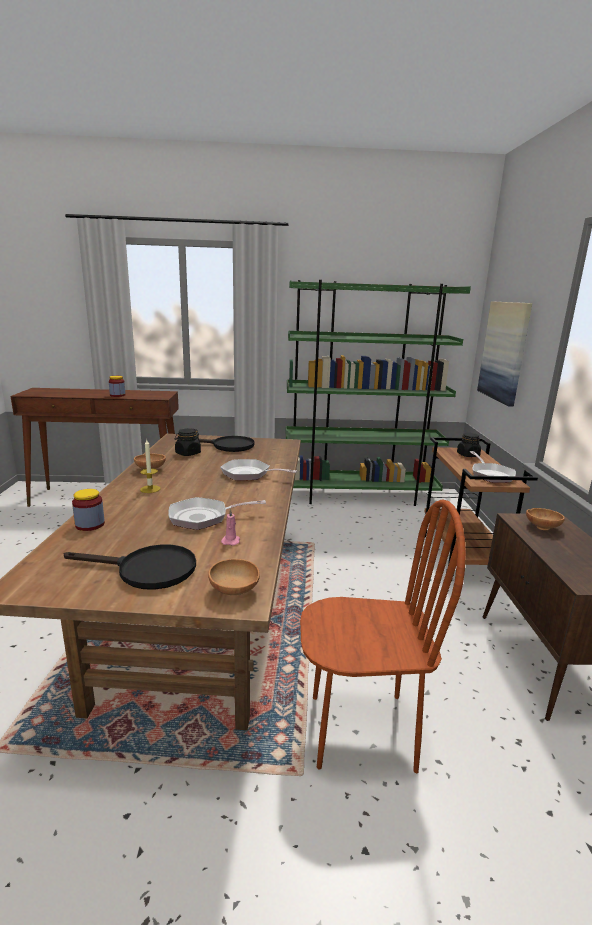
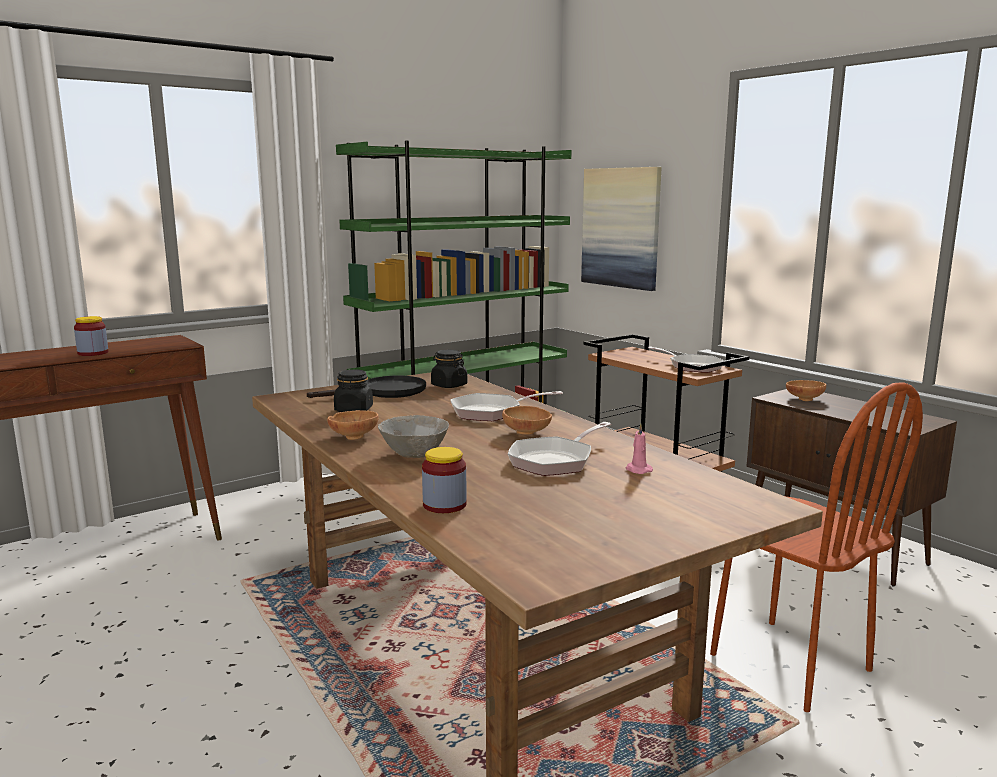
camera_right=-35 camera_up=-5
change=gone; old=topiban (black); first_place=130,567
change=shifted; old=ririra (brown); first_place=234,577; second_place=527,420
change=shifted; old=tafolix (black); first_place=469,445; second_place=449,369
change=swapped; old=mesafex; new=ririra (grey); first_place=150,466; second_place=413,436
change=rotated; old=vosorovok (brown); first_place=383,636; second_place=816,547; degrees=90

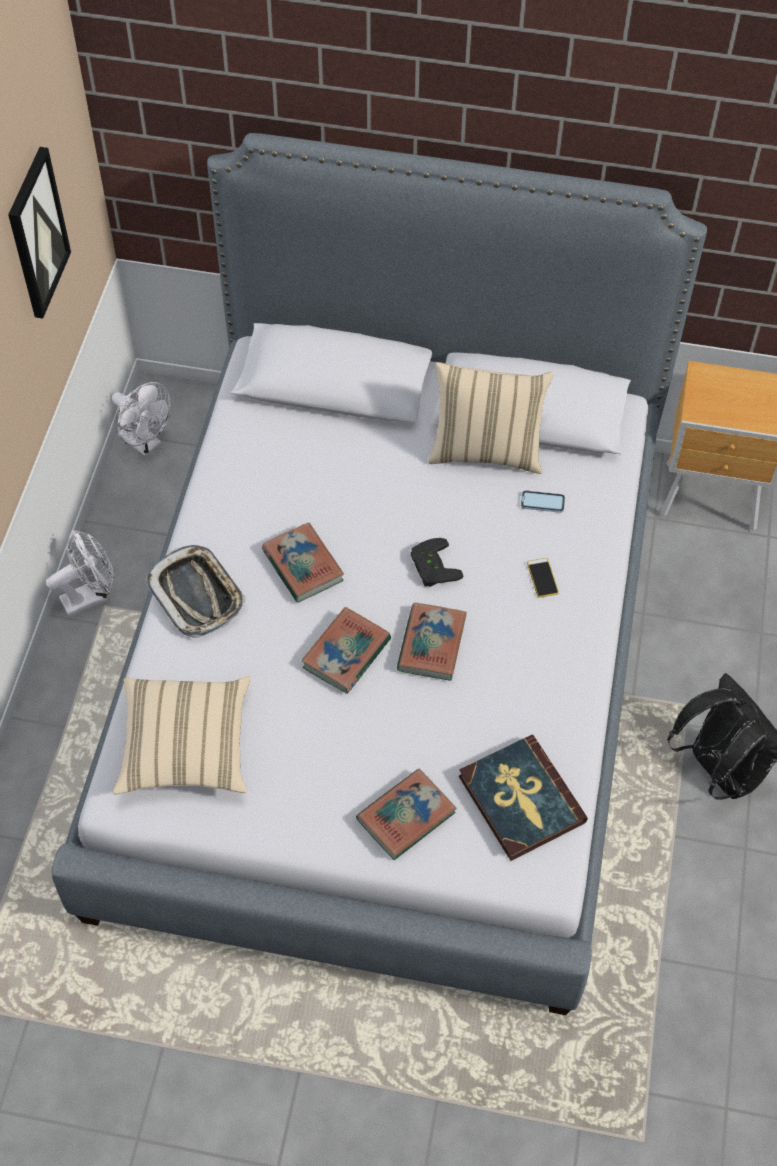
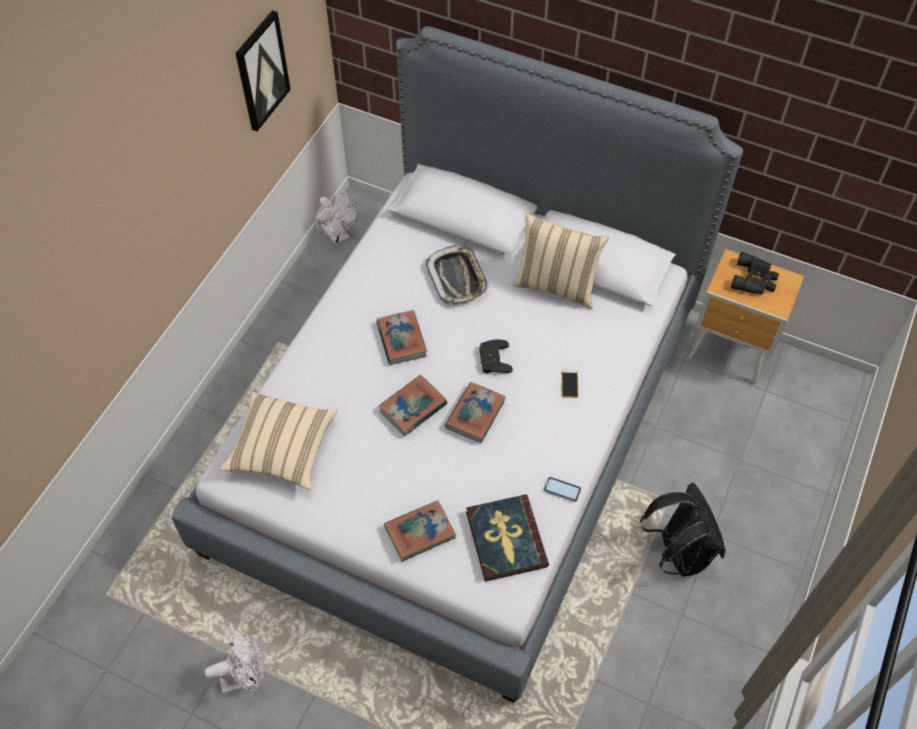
camera_right=15 camera_up=0
change=new; new=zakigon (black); second_place=755,273
change=shifted; old=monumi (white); first_place=80,573; second_place=234,662
change=shifted; old=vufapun; first_place=195,591; second_place=457,275
change=shifted; old=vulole; first_place=543,501; second_place=562,489

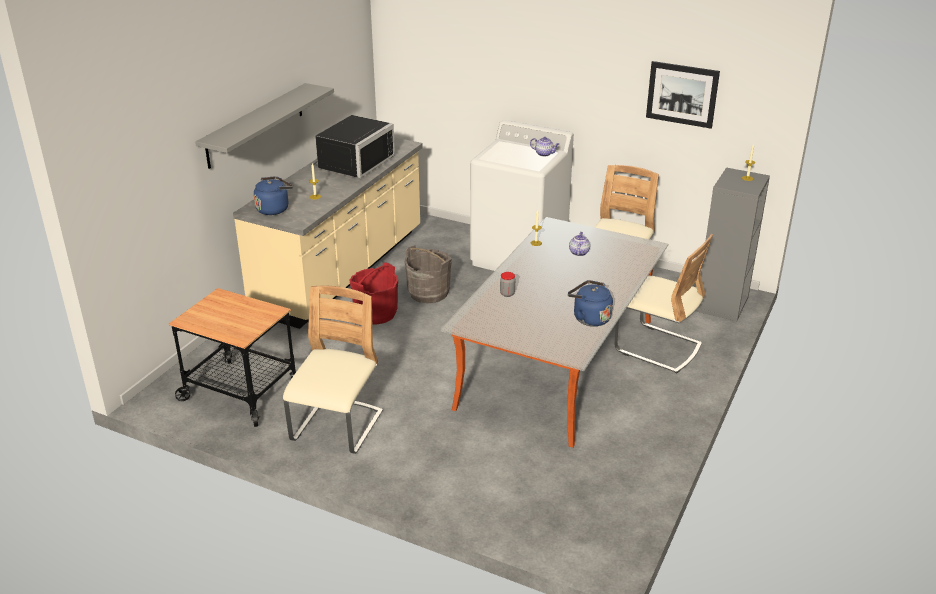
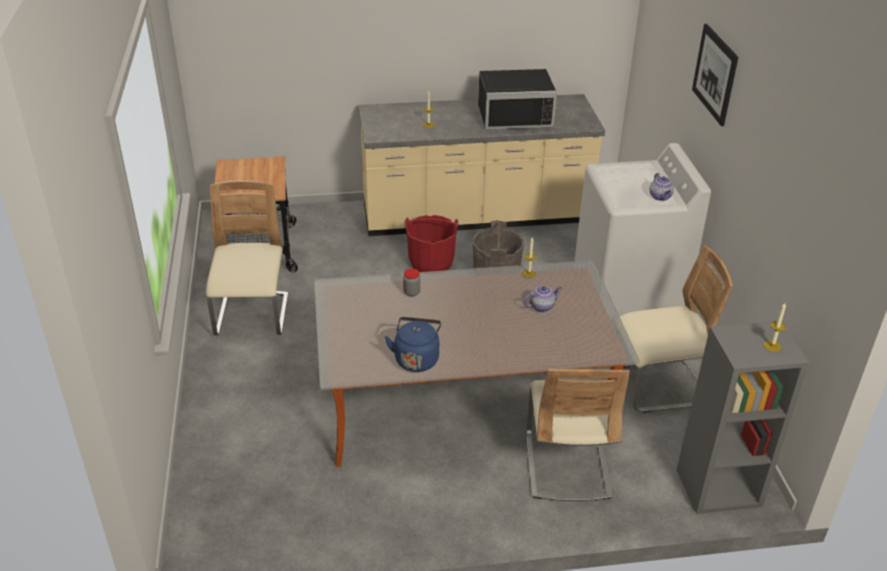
camera_right=55 camera_up=5
change=gone; old=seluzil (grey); first_place=264,126
change=gone; old=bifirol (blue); first_place=273,195
change=shifted; old=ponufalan; first_place=683,95; second_place=715,75
change=rotated; old=vosorovok (beige); first_place=333,370; second_place=247,257; degrees=-75

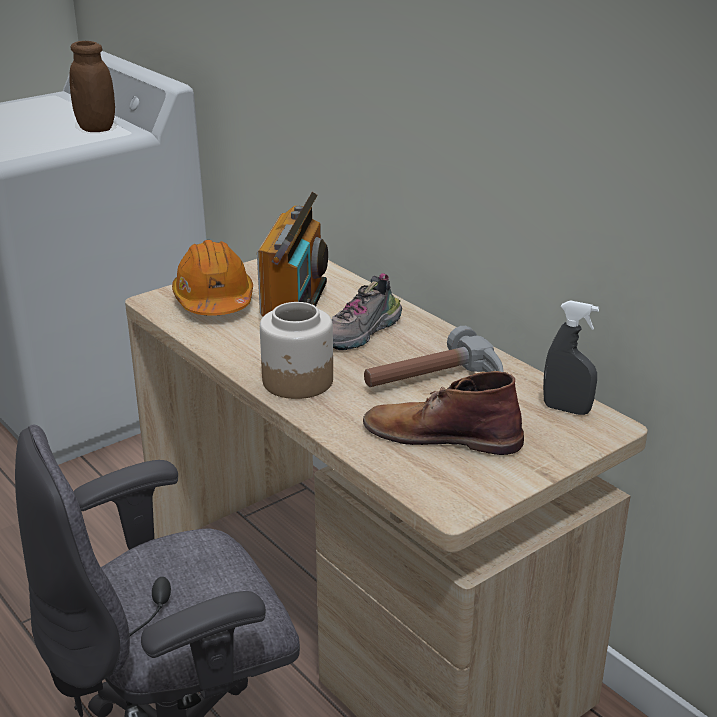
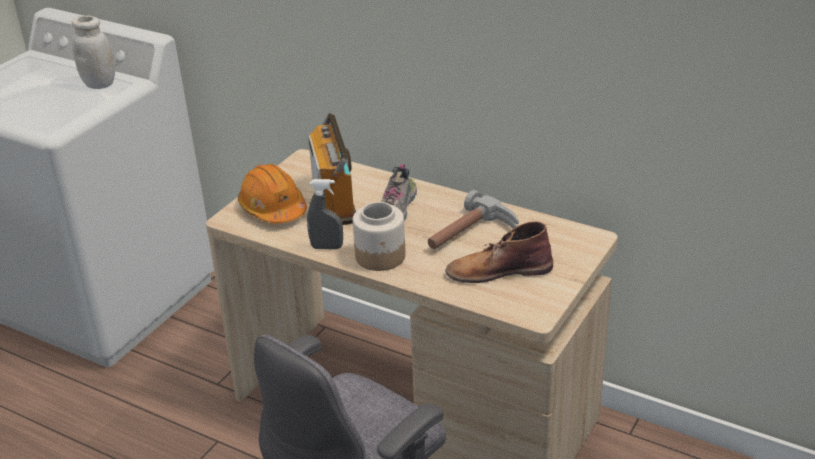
camera_right=-20 camera_up=5
change=shifted; old=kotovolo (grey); first_place=571,357; second_place=325,214
change=repainted; old=tafolix (brown); new=tafolix (white); first_place=92,86; second_place=93,52

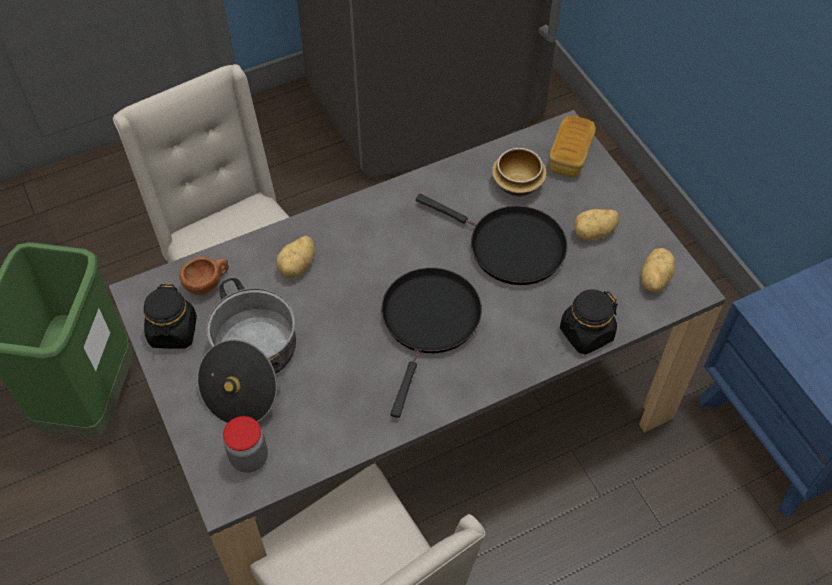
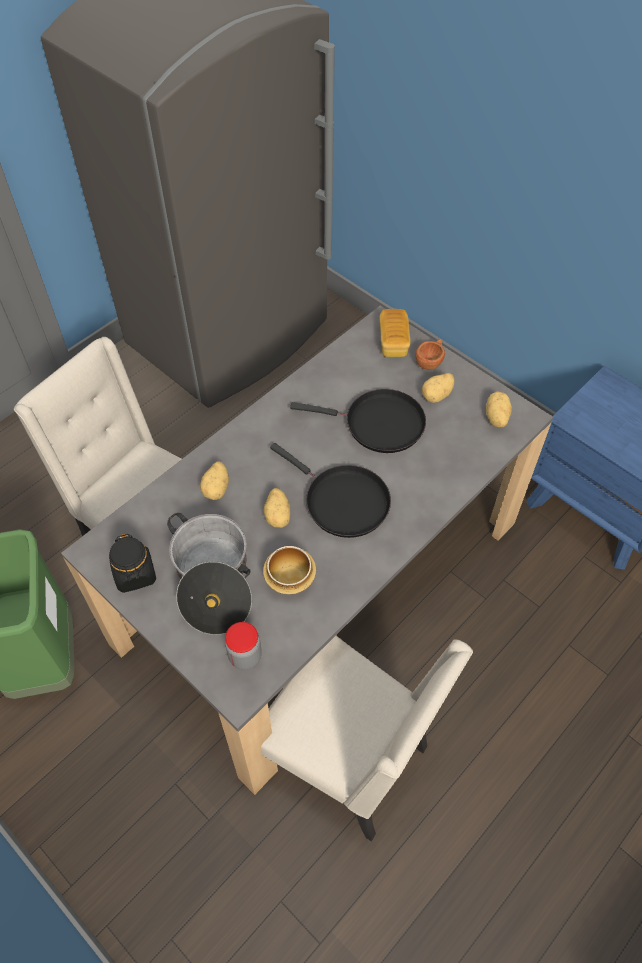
camera_right=-20 camera_up=0
change=gone; old=tafolix (black); first_place=589,322
change=new; new=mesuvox; second_place=276,508
change=shifted; old=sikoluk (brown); first_place=204,276; second_place=430,354
change=shifted; old=ririra; first_place=519,172; second_place=289,570
change=rotated; old=topiban (black); first_place=431,343; second_place=330,490; degrees=135

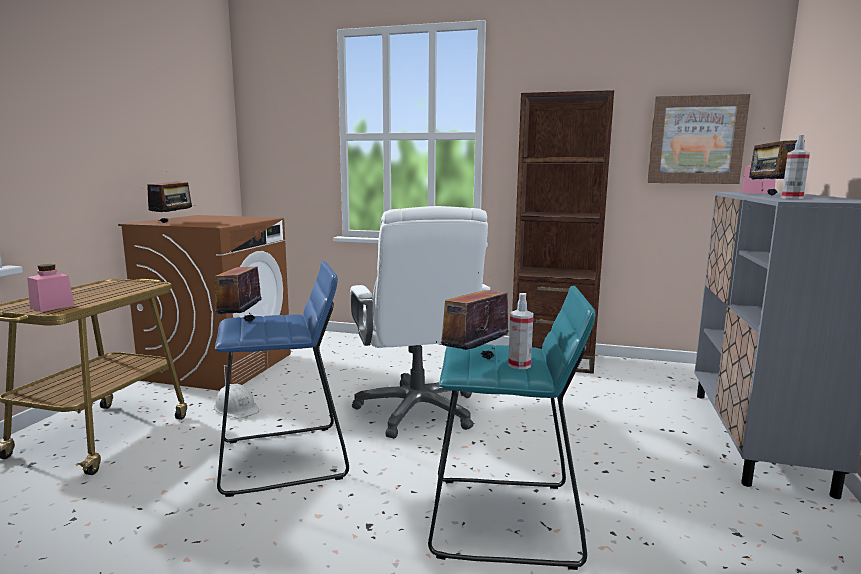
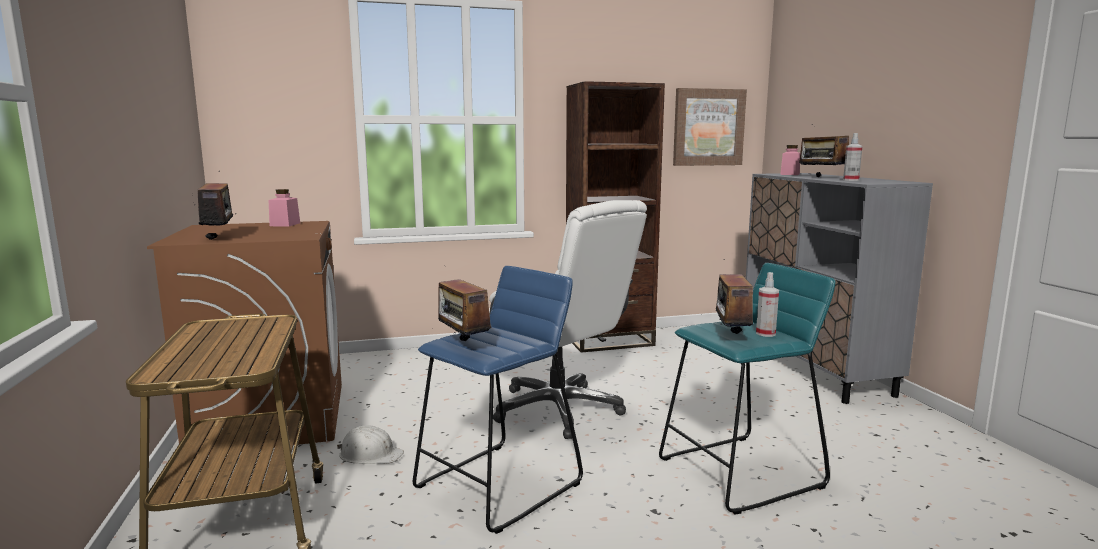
camera_right=-30 camera_up=0
change=shifted; old=tafolix (pink); first_place=50,288; second_place=284,208

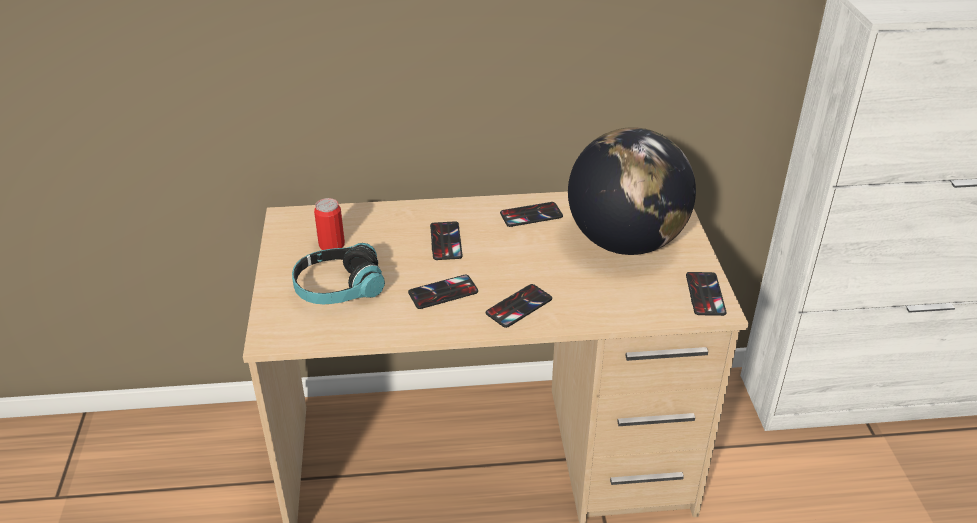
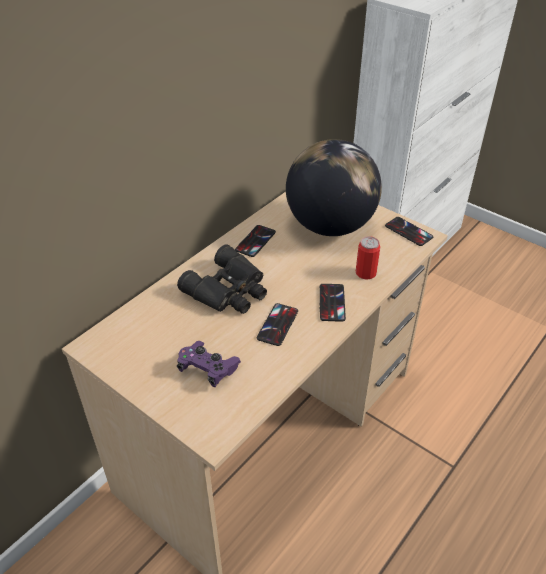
camera_right=-45 camera_up=5
change=shifted; old=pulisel; first_place=329,224; second_place=368,257
change=swapped; old=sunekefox; new=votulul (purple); first_place=338,273; second_place=209,364
change=swapped; old=vulole; new=zakigon (black); first_place=446,240; second_place=222,279

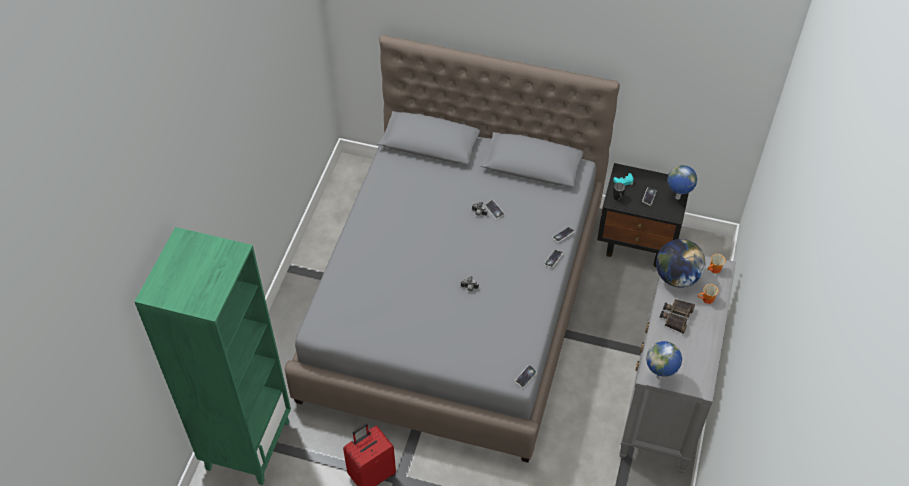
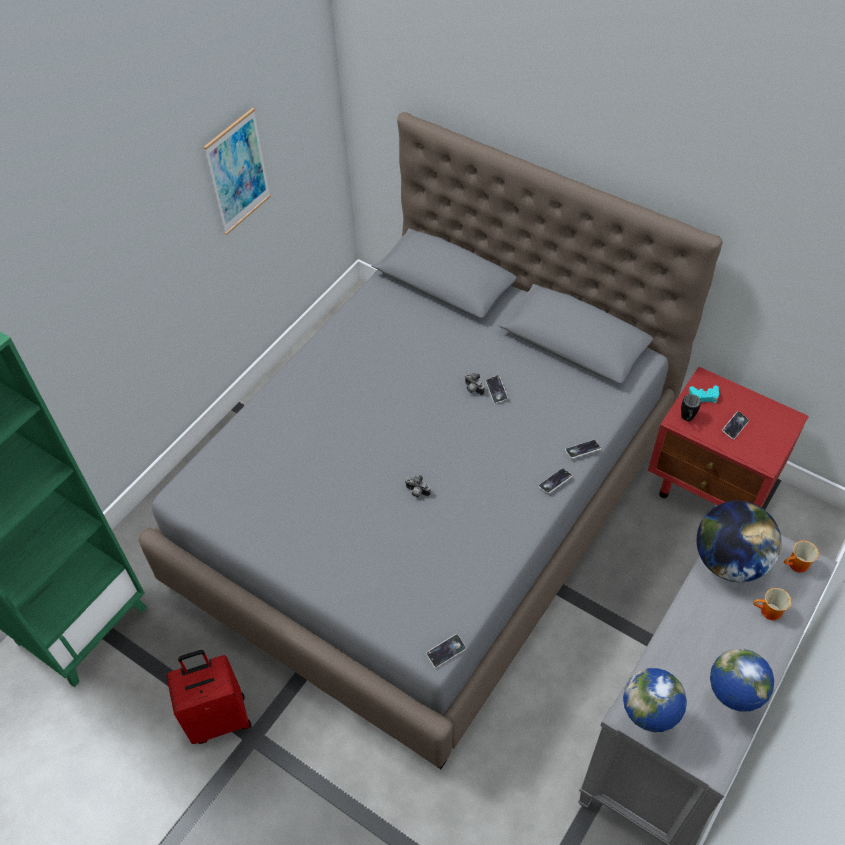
camera_right=20 camera_up=0
change=gone; old=zakigon; first_place=677,316
change=new; new=ponufalan; second_place=237,171
change=shifted; old=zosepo; first_place=682,182; second_place=742,680
change=repainted; old=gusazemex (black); new=gusazemex (red); first_place=643,215; second_place=728,437

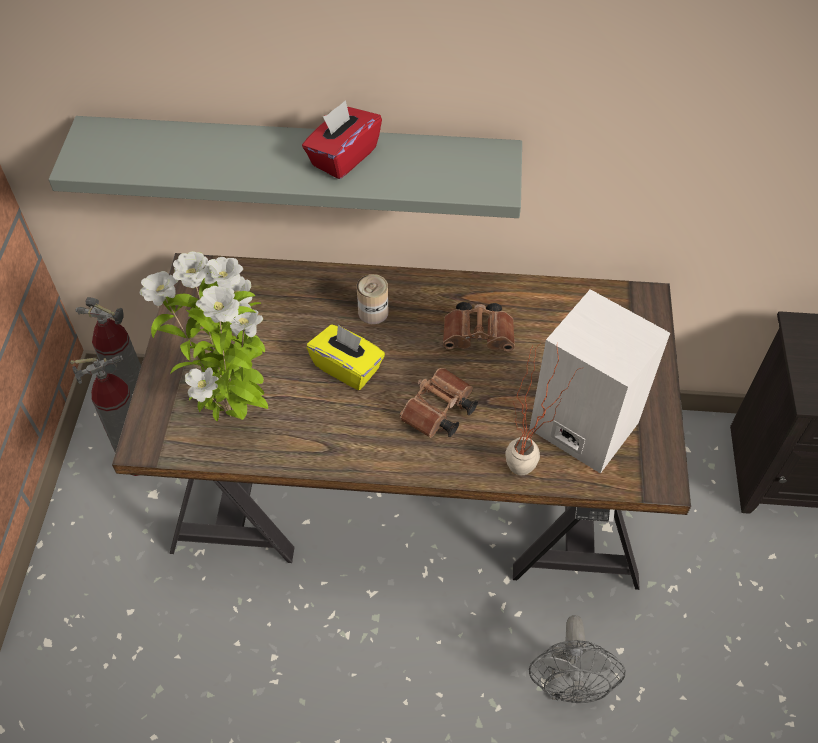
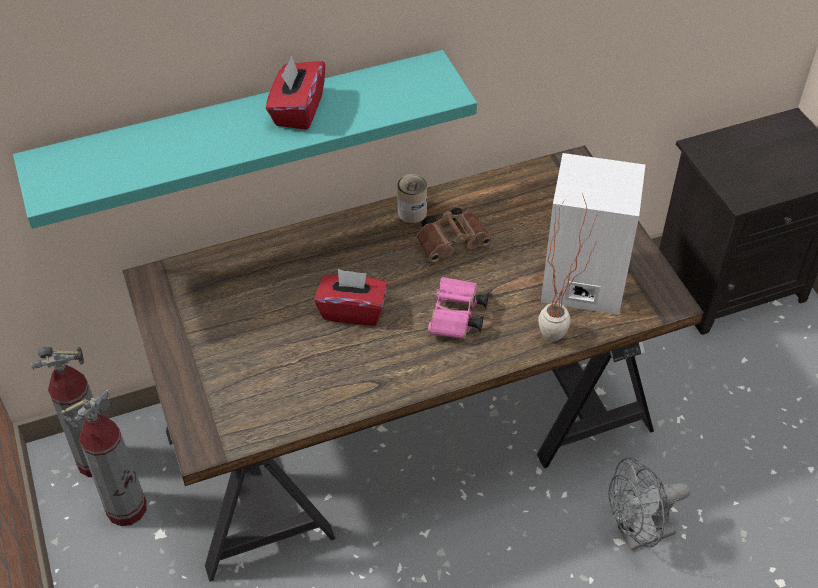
camera_right=-25 camera_up=-5
change=gone; old=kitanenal; first_place=204,336
change=shifted; old=pulisel; first_place=373,299; second_place=412,198
change=repainted; old=seluzil (grey); new=seluzil (turquoise); first_place=285,167; second_place=245,139
change=repainted; old=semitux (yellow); new=semitux (red); first_place=346,357; second_place=351,297
change=repainted; old=zakigon (brown); new=zakigon (pink); first_place=438,403; second_place=458,308
change=rotated; old=monumi (grey); first_place=577,659; second_place=649,504; degrees=90

